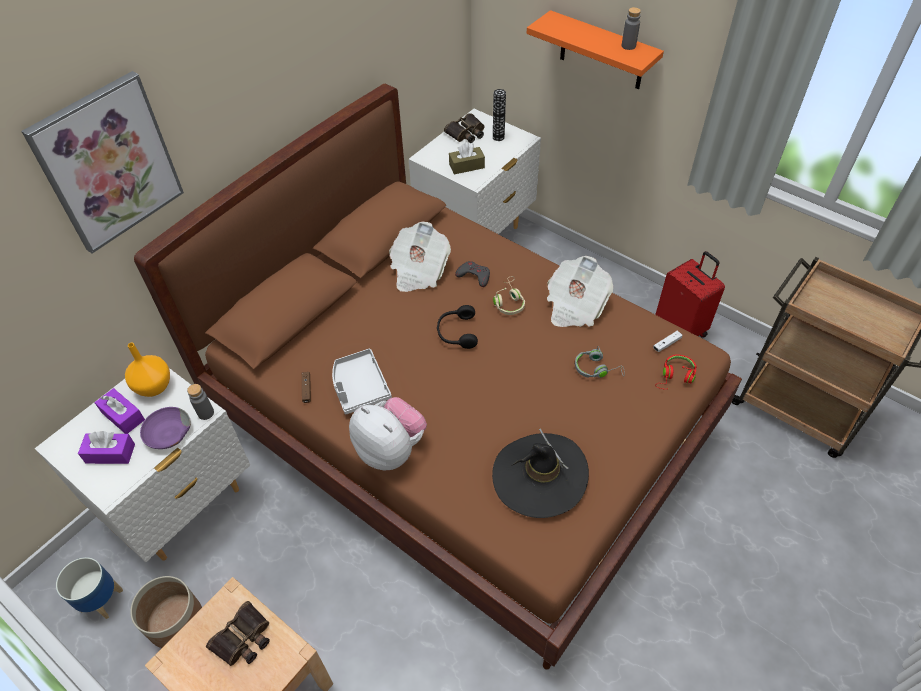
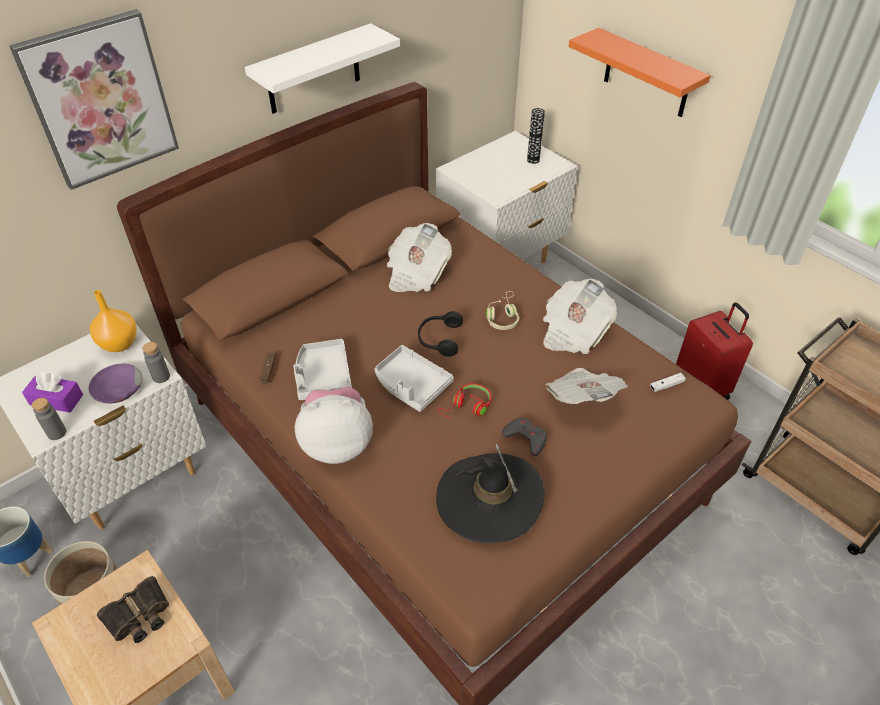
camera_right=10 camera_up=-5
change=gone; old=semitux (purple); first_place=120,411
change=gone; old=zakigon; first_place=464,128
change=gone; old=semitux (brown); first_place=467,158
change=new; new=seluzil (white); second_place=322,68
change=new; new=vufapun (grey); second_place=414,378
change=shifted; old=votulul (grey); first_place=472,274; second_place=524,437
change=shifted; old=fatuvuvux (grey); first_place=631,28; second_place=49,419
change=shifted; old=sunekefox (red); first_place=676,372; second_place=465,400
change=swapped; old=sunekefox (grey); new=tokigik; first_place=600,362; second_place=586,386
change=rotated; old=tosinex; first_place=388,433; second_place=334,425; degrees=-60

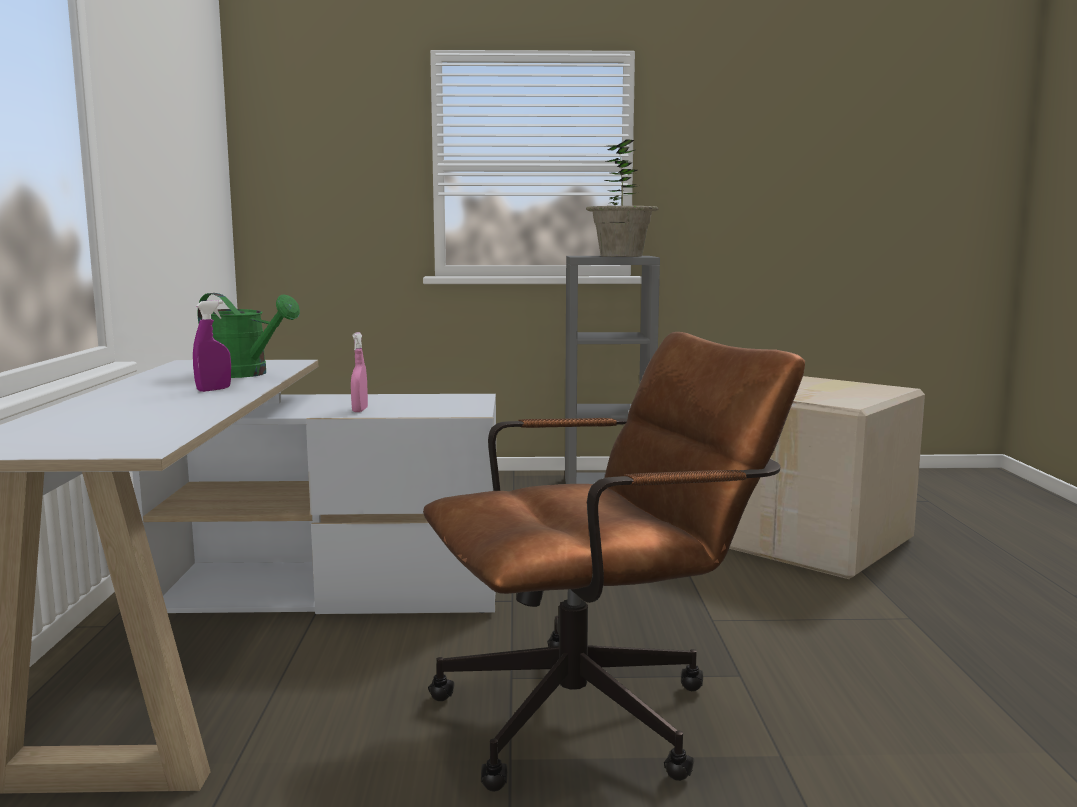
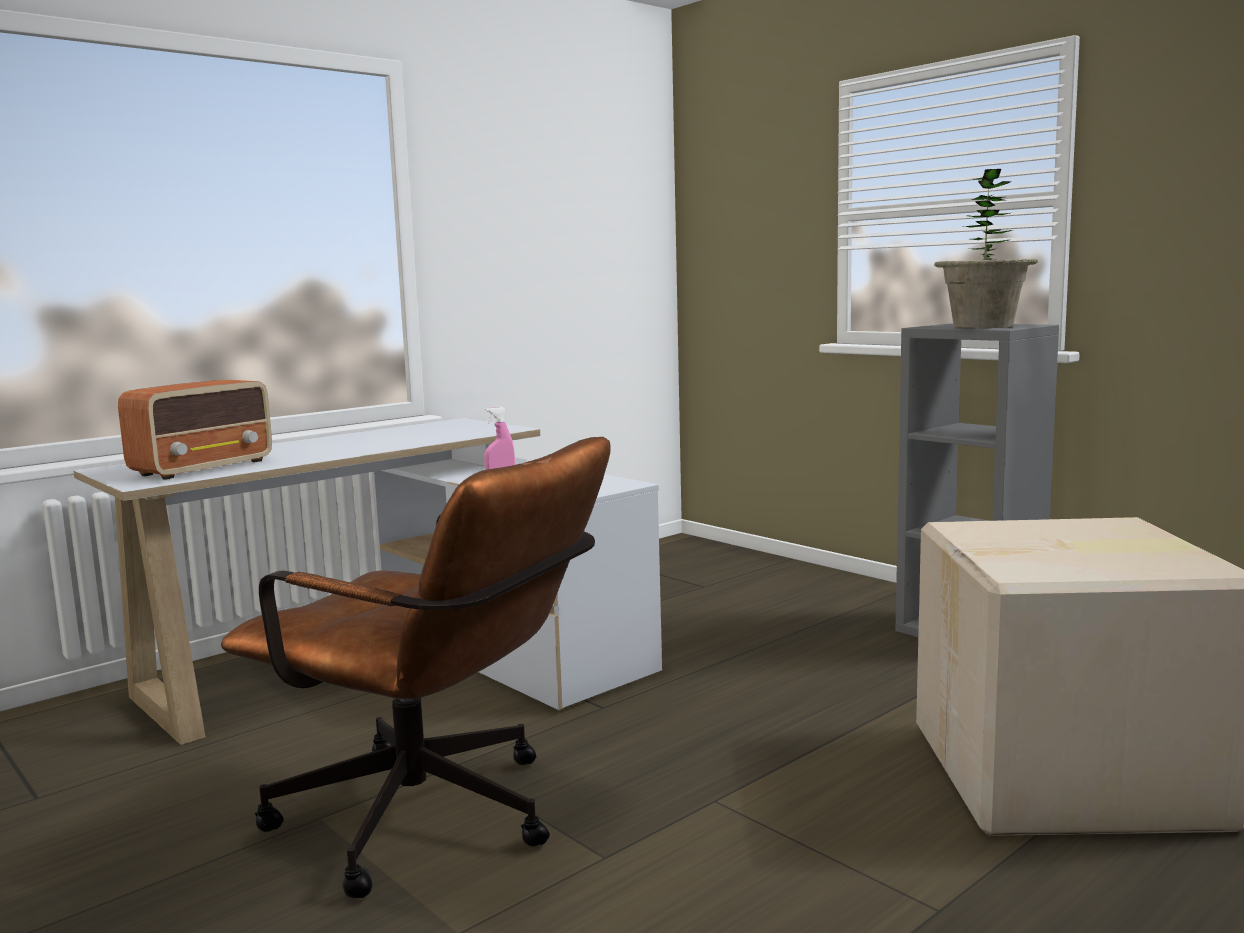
camera_right=50 camera_up=0
change=gone; old=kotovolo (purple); first_place=212,346
change=gone; old=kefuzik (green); first_place=248,335
change=new; new=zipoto; second_place=195,430

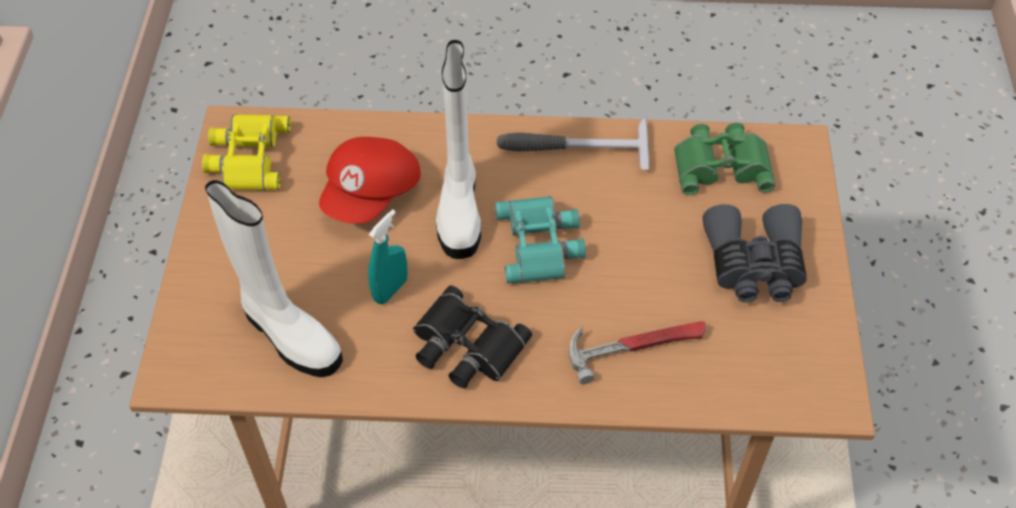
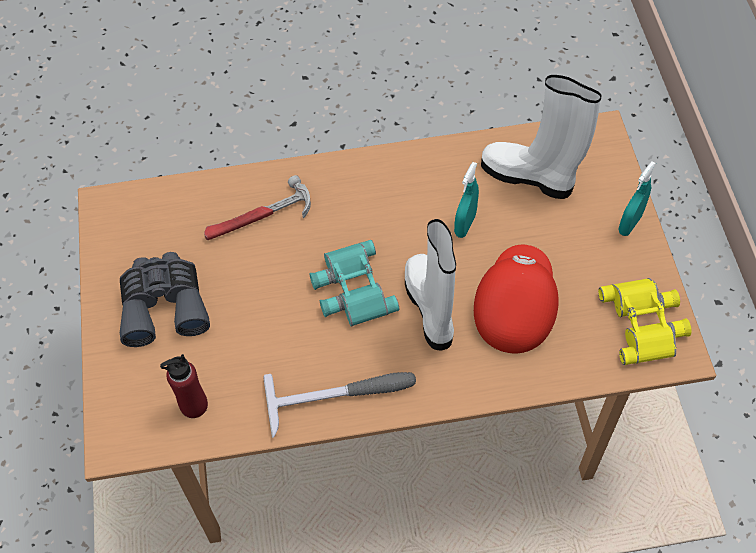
camera_right=170 camera_up=5
change=gone; old=zakigon (black); first_place=472,336
change=new; new=kotovolo (turquoise); second_place=637,198
change=swapped; old=zakigon (green); new=fatuvuvux (red); first_place=724,159; second_place=184,386

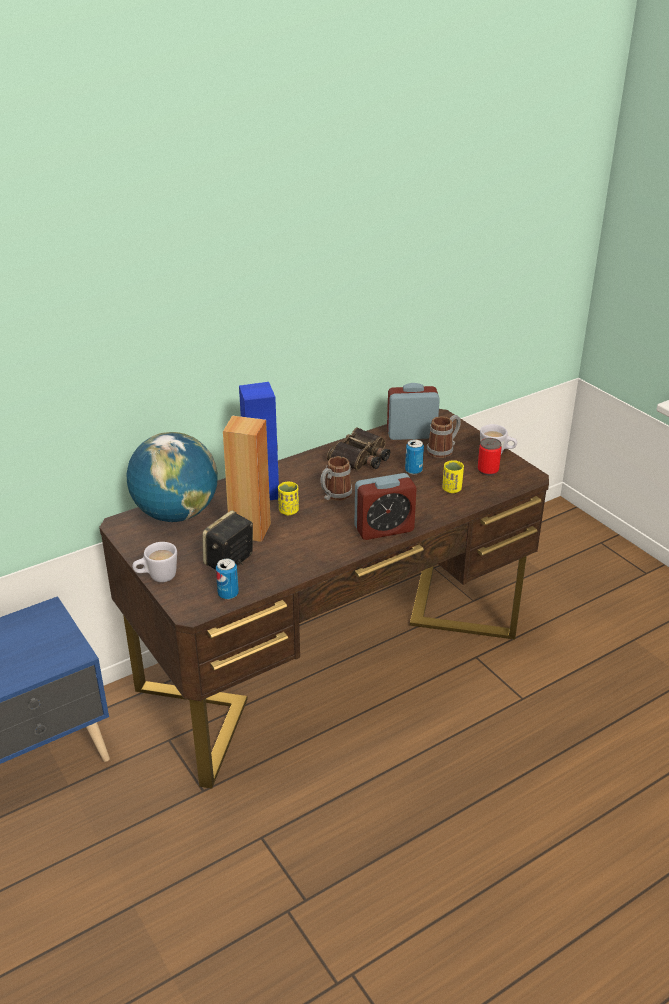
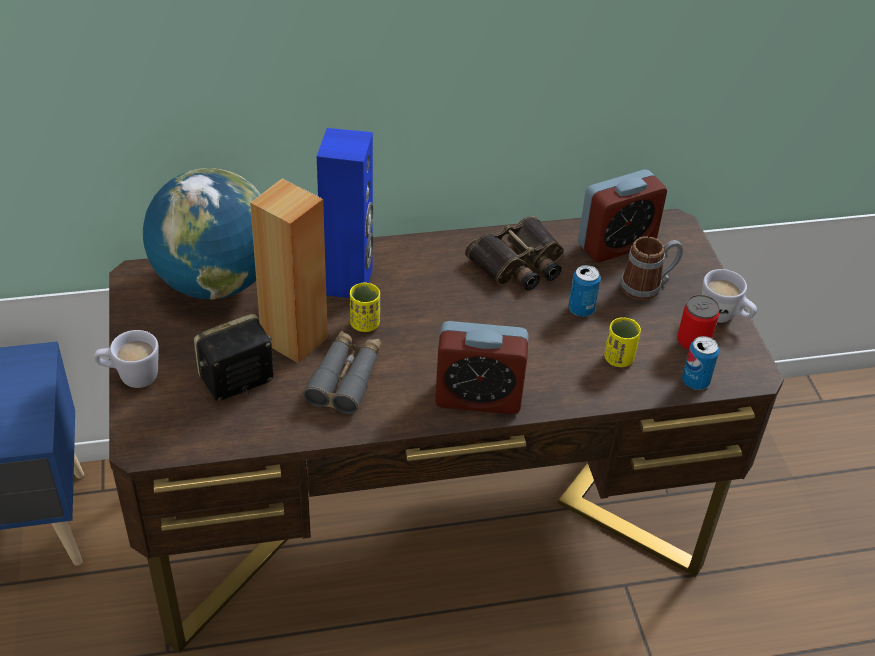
camera_right=20 camera_up=10
change=gone; old=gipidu; first_place=336,478
change=new; new=zakigon (grey); second_place=342,372
change=shifted; old=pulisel; first_place=227,579; second_place=700,363
change=rotated; old=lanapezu; first_place=413,411; second_place=622,215; degrees=135

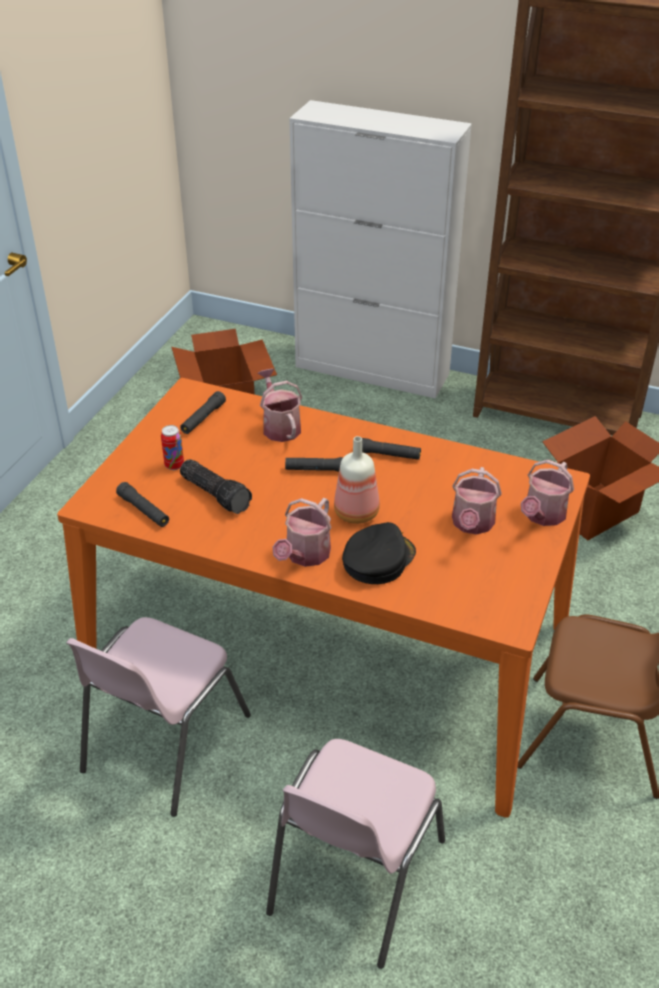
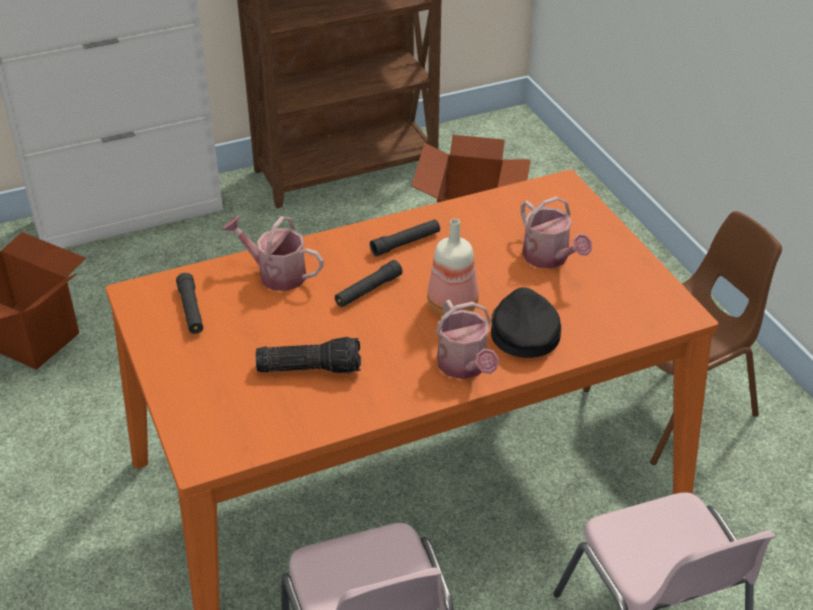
camera_right=-45 camera_up=0
change=gone; old=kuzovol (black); first_place=142,504
change=gone; old=pulisel; first_place=172,447
change=gone; old=kefuzik; first_place=547,493

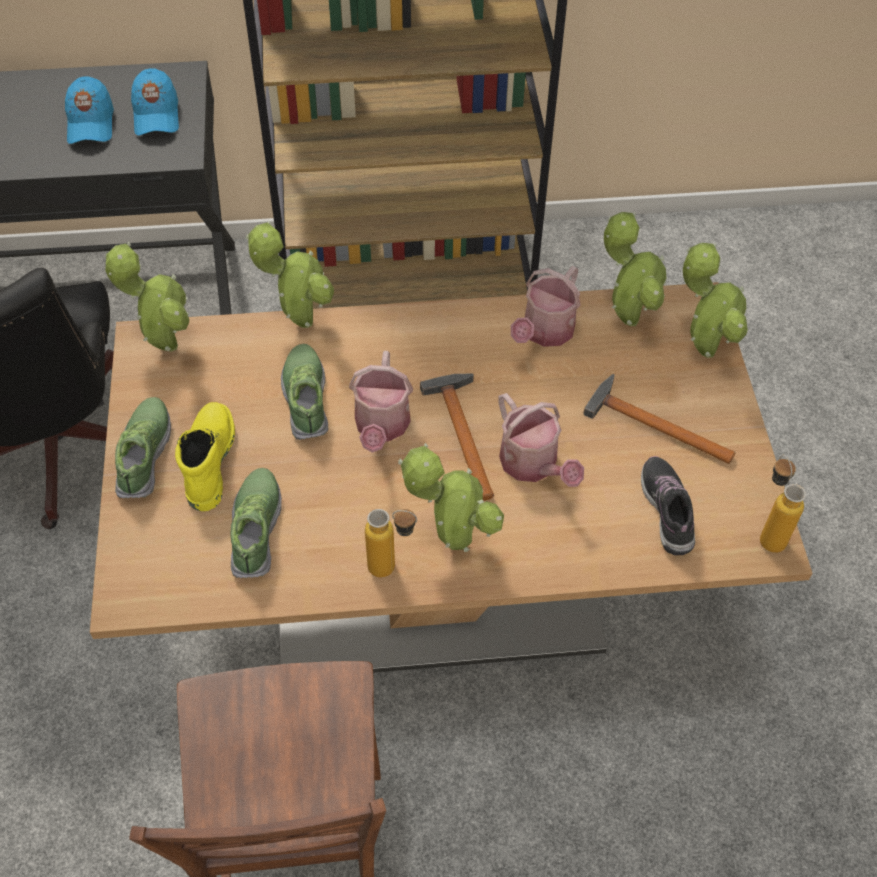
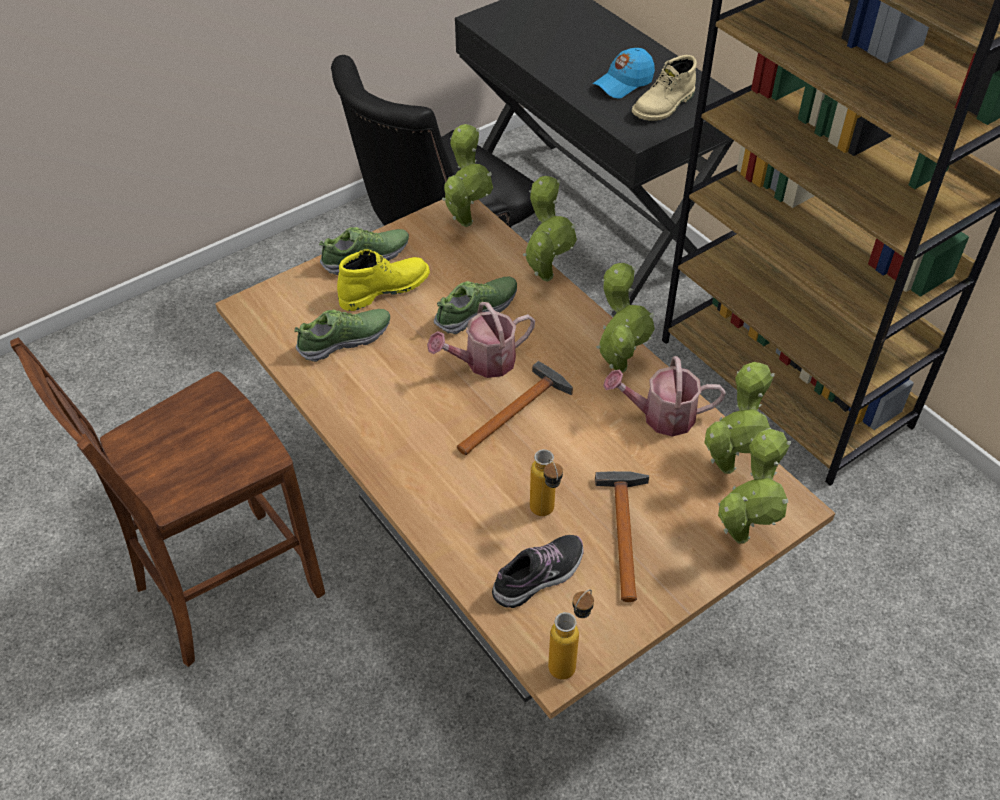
camera_right=60 camera_up=-5
change=gone; old=kefuzik; first_place=541,440
change=shifted; old=fatuvuvux; first_place=391,543; second_place=546,482
change=shifted; old=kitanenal; first_place=451,497; second_place=625,318
change=swapped; old=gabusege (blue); new=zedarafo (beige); first_place=155,101; second_place=664,88

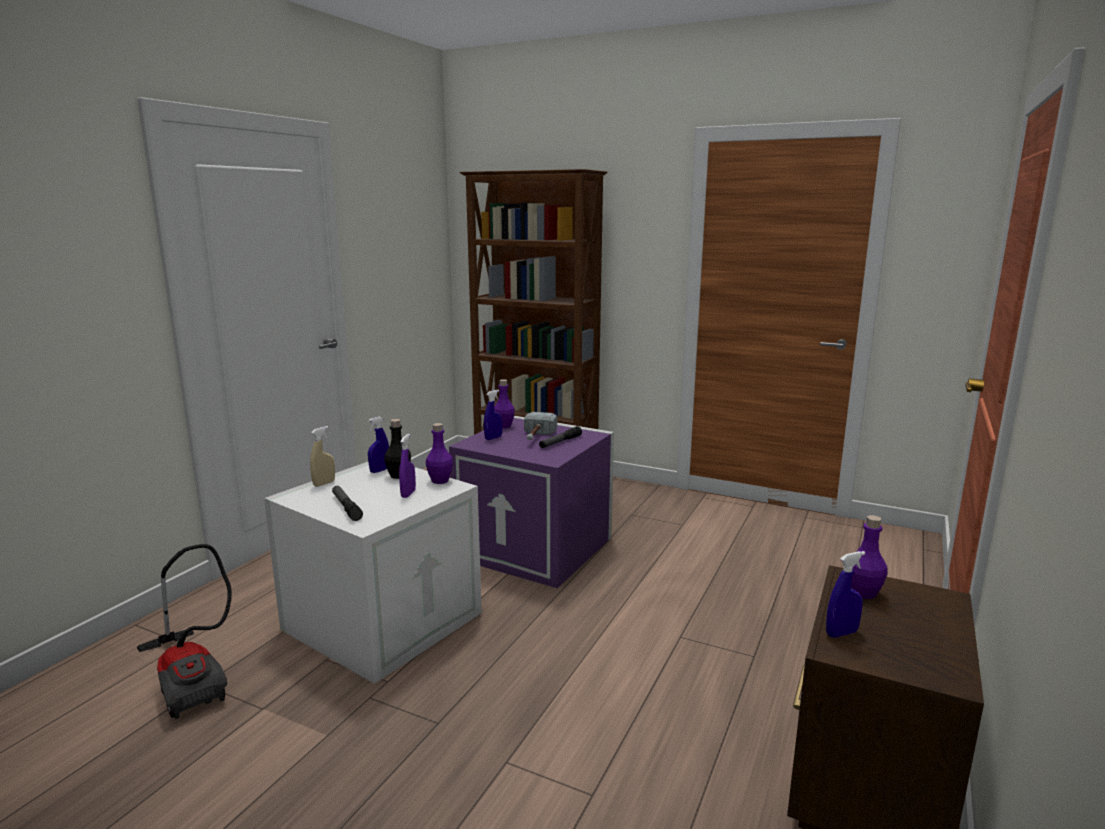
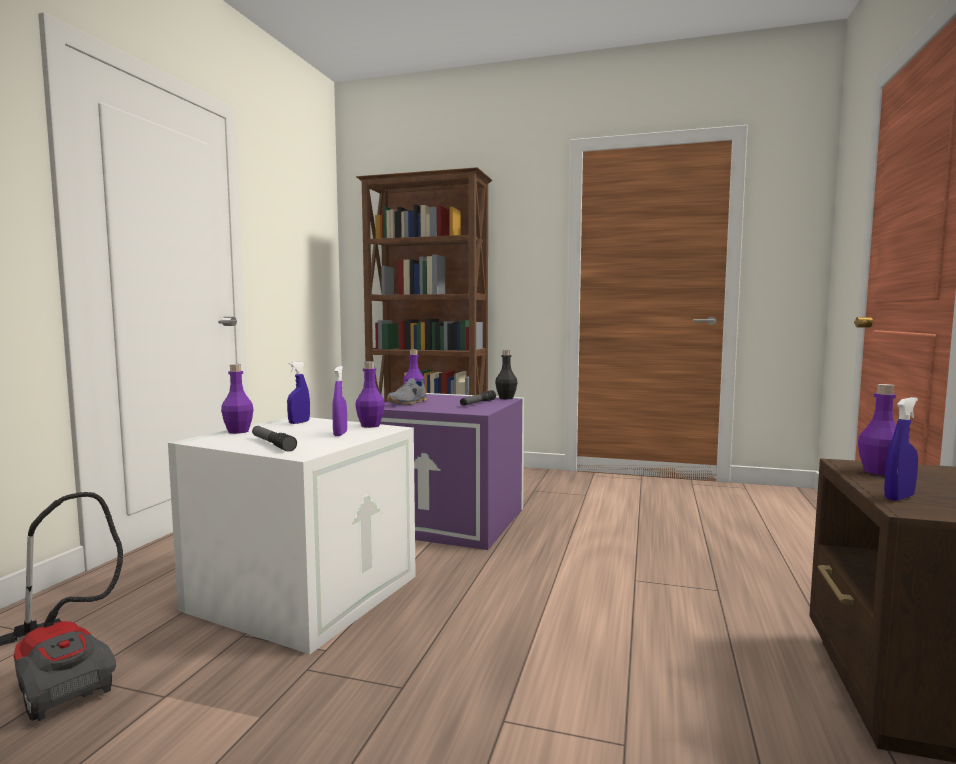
camera_right=-10 camera_up=-10
change=gone; old=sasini; first_place=540,426
change=shifted; old=fatuvuvux (black); first_place=397,449; second_place=506,374
change=swapped; old=kotovolo (beige); new=fatuvuvux (purple); first_place=322,456; second_place=237,399
change=swapped; old=kotovolo (blue); new=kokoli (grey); first_place=493,415; second_place=407,391

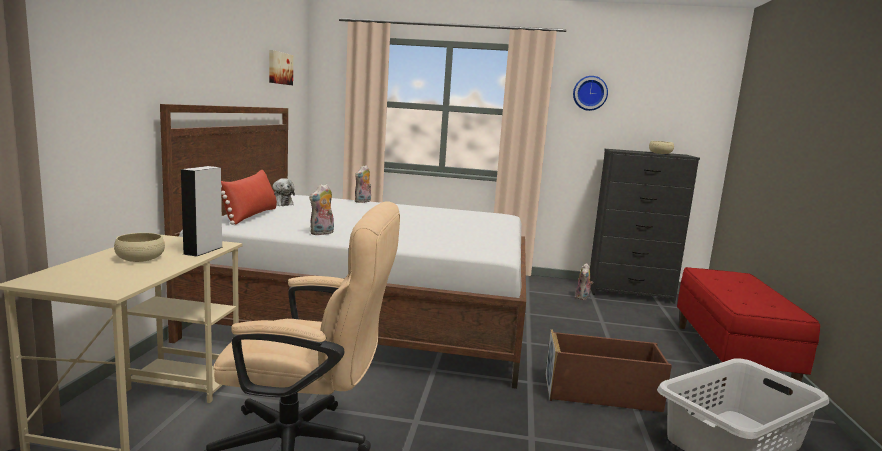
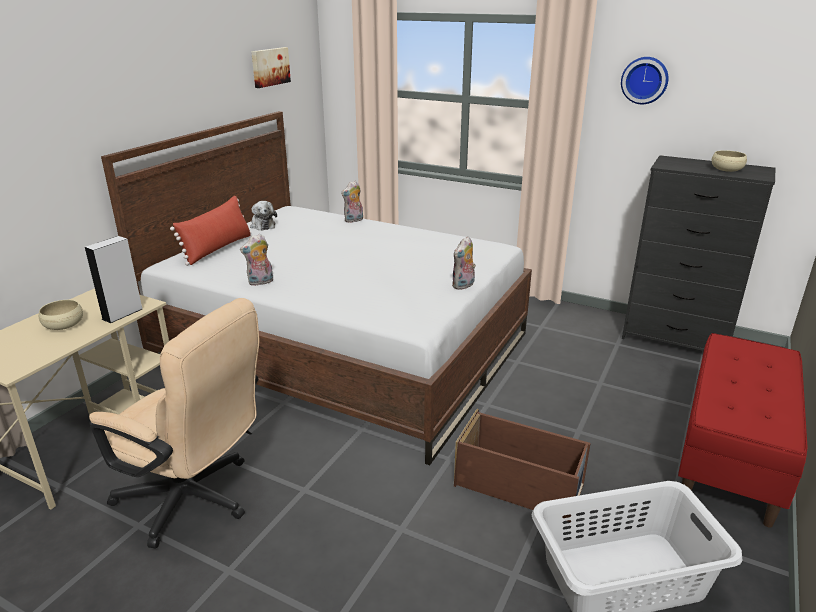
camera_right=20 camera_up=15
change=shifted; old=tosinex; first_place=584,281; second_place=464,263

